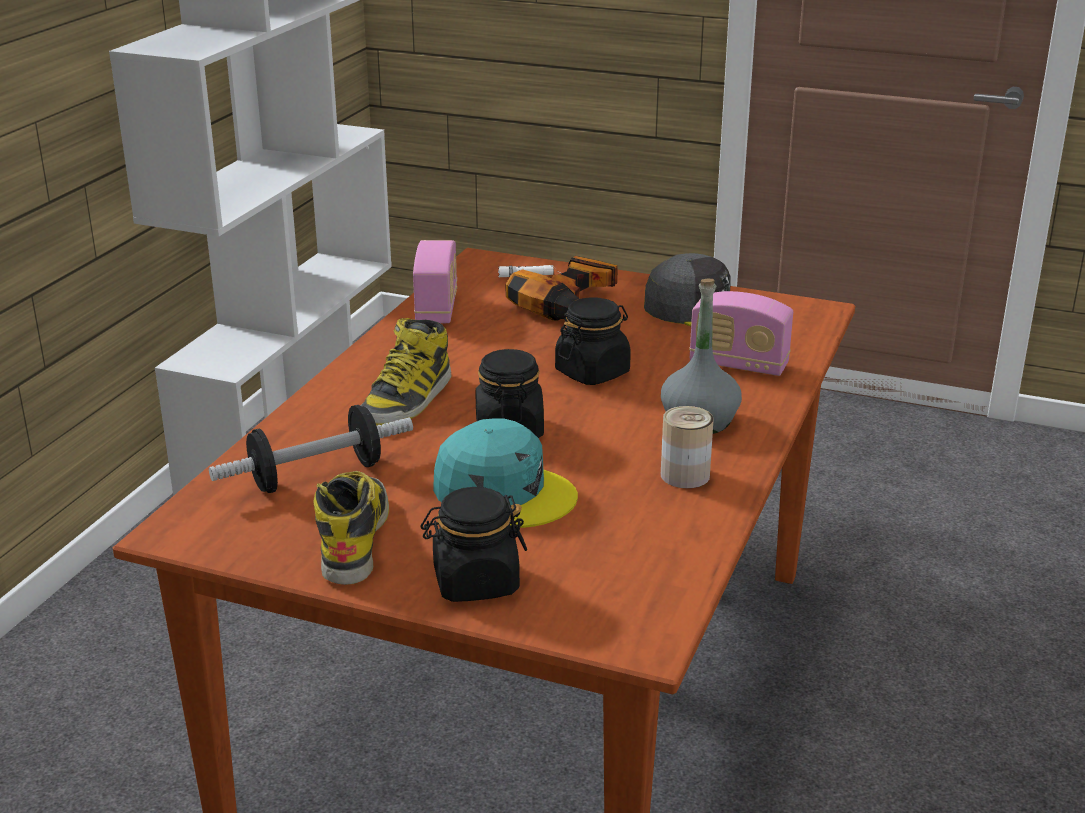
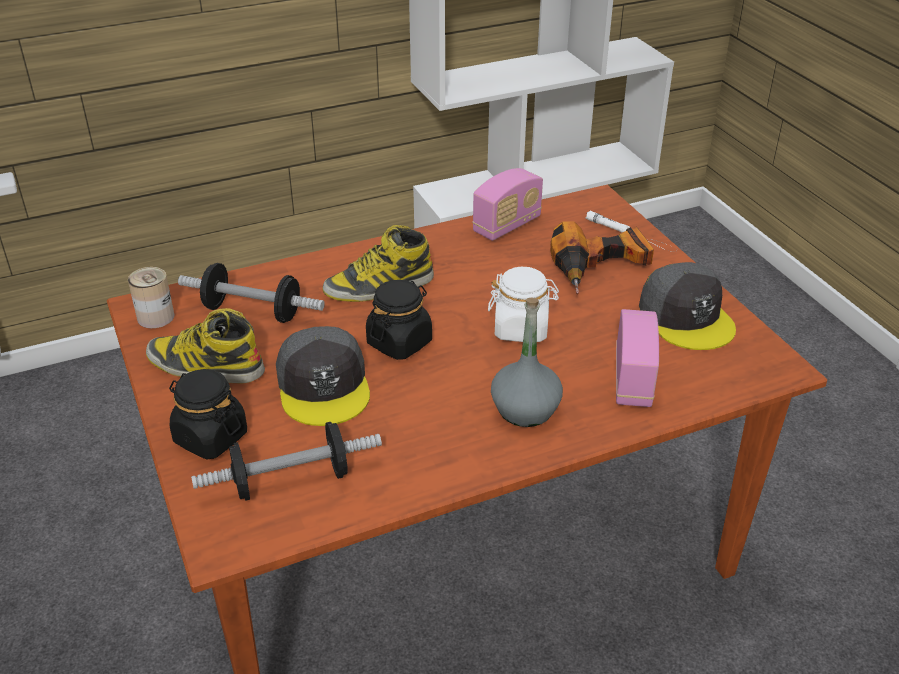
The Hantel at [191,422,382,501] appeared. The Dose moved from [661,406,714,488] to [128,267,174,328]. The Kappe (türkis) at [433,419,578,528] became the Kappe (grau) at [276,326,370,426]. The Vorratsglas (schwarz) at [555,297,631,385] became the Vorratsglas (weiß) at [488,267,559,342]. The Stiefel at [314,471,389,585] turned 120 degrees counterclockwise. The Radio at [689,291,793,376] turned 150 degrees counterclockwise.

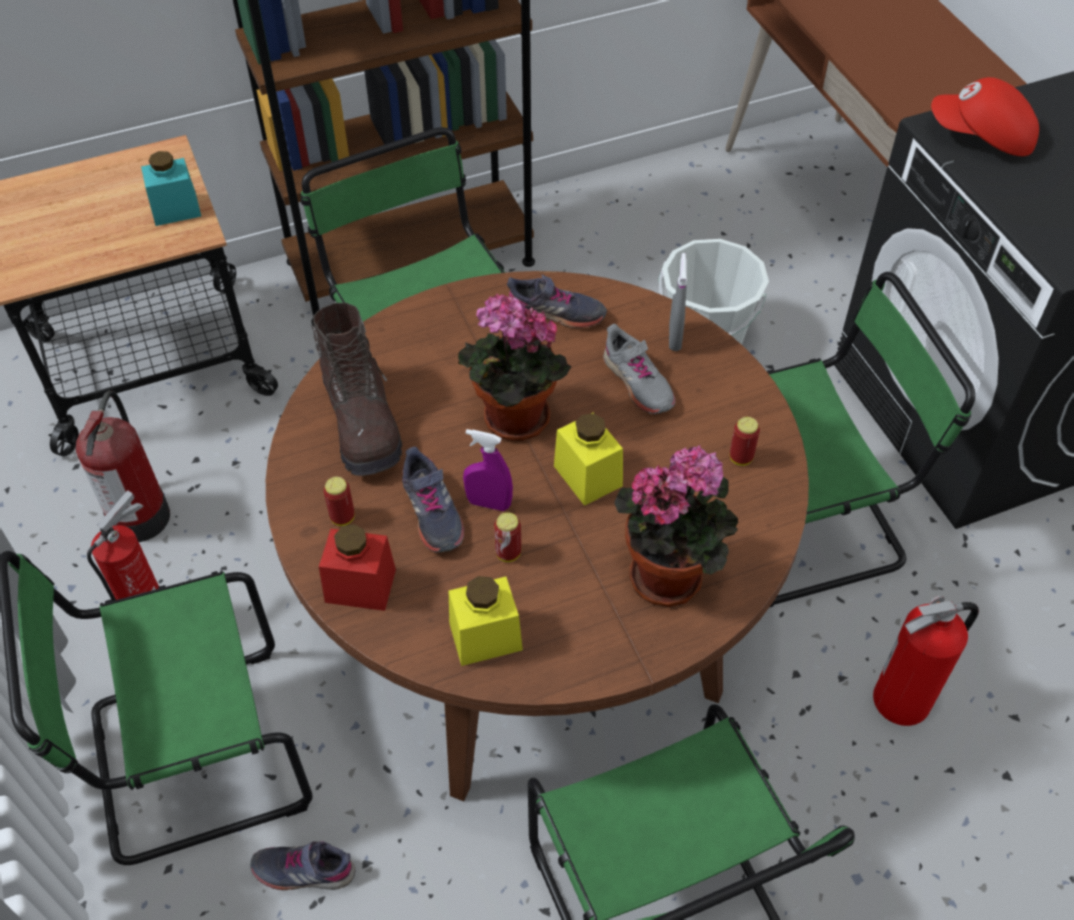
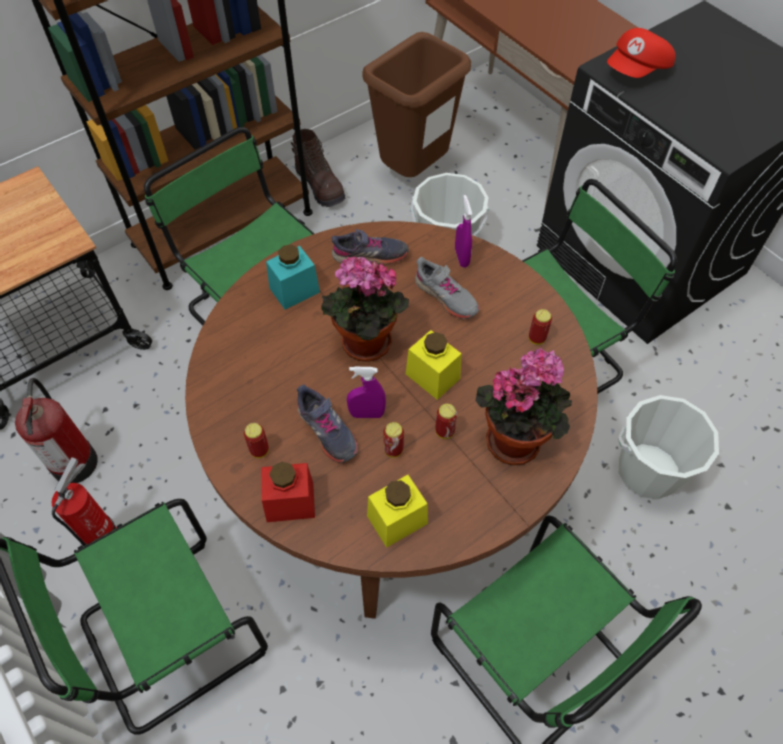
The Schuh (grau) at [250,841,355,890] disappeared. The Mülleimer (braun) at [362,32,471,177] appeared. The Dose at [435,404,457,439] appeared. The Vorratsglas (türkis) moved from [141,151,201,226] to [266,245,320,310]. The Stiefel (braun) moved from [311,303,402,476] to [291,129,345,207]. The Feuerlöscher at [873,596,979,726] was replaced by the Eimer (weiß) at [618,395,719,500]. The Sprühflasche (grau) at [669,253,687,351] became the Sprühflasche (lila) at [455,195,472,267]. The Kappe (rot) at [931,77,1039,156] turned 45 degrees counterclockwise.

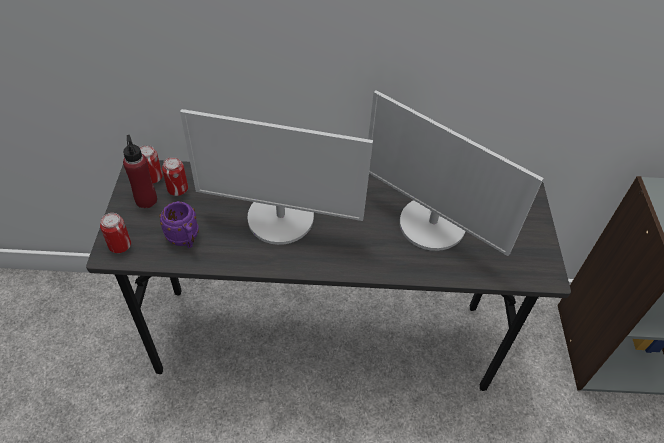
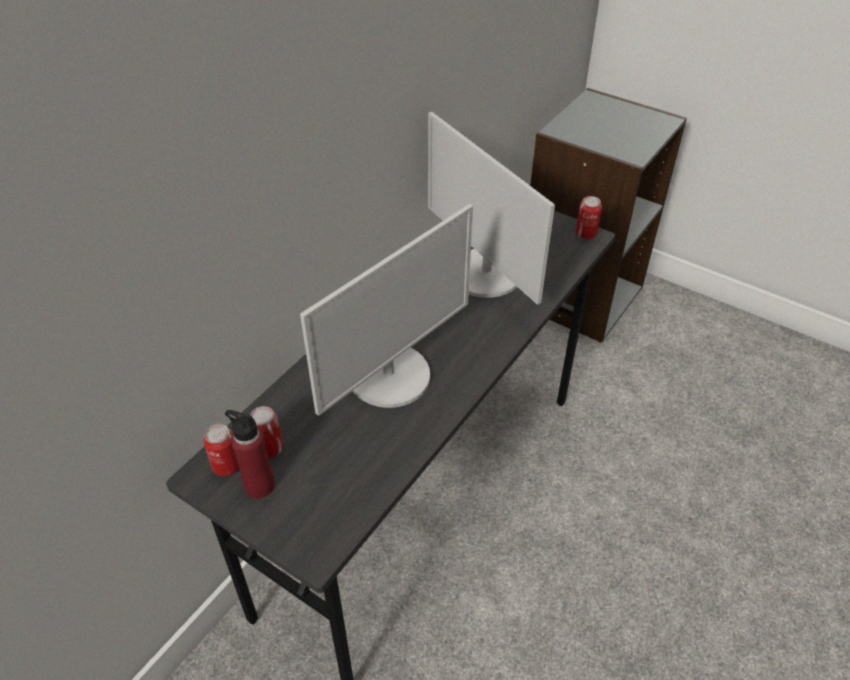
The Henkelbecher (lila) at [159,201,199,248] disappeared. The Dose moved from [100,213,131,253] to [575,196,602,239]. The Monitor at [368,90,544,256] turned 75 degrees clockwise.

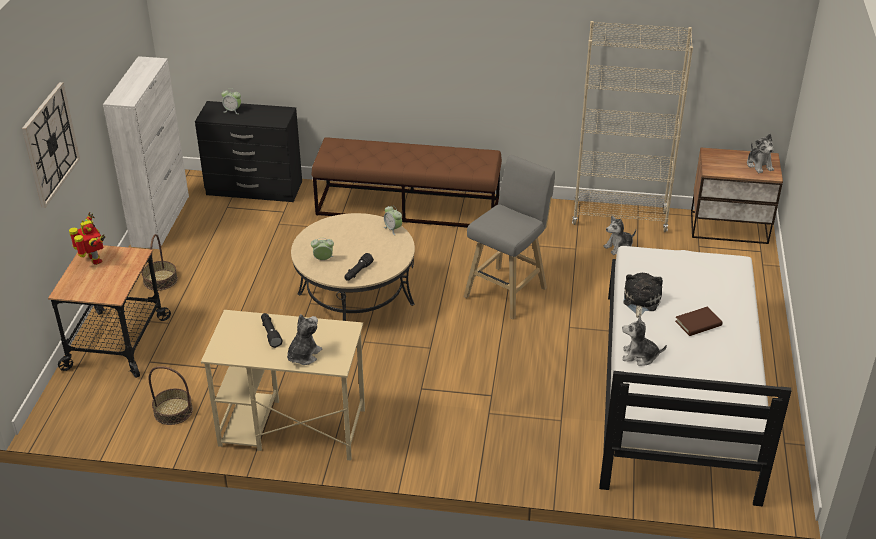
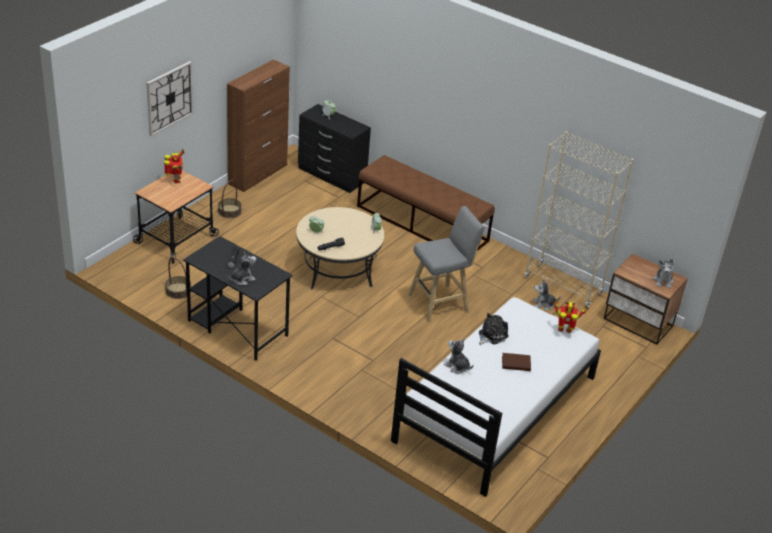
The Spielzeugroboter at [554,299,589,333] appeared. The Schrank (weiß) at [103,56,189,249] became the Schrank (braun) at [227,59,290,192]. The Schreibtisch (beige) at [201,310,365,461] became the Schreibtisch (schwarz) at [183,236,293,361].

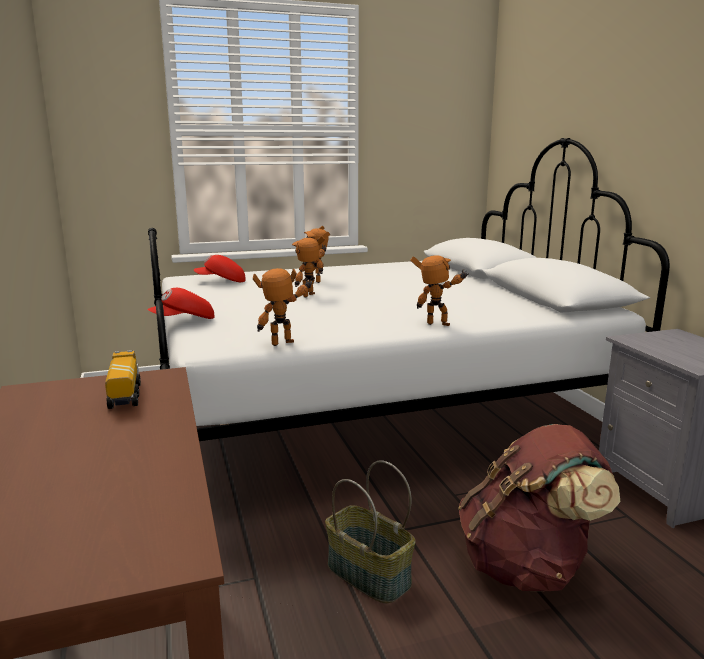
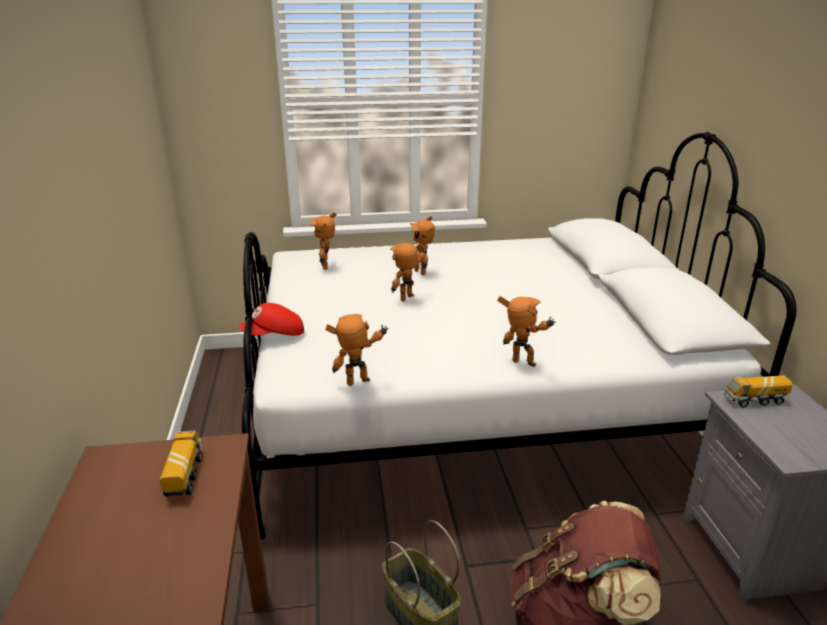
The Spielzeuglaster at [723,375,793,407] appeared. The Kappe (rot) at [194,255,246,282] was replaced by the Spielzeugroboter at [309,212,337,270].

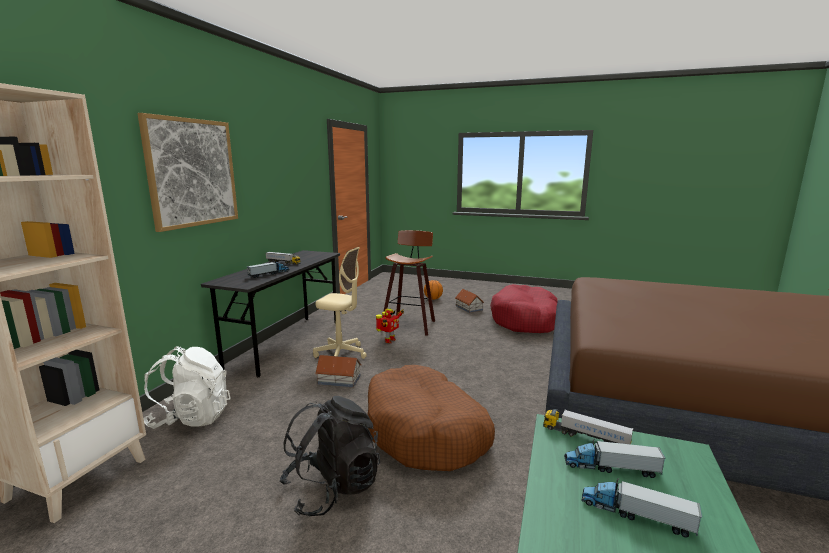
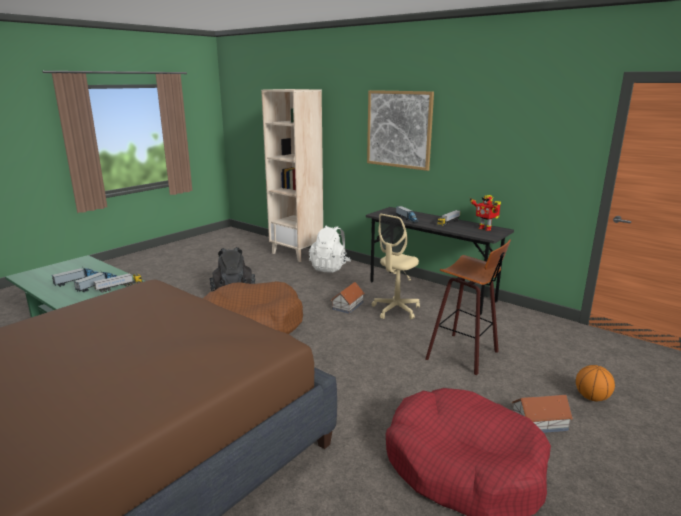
The Spielzeugroboter moved from [376,308,404,343] to [470,195,501,231].

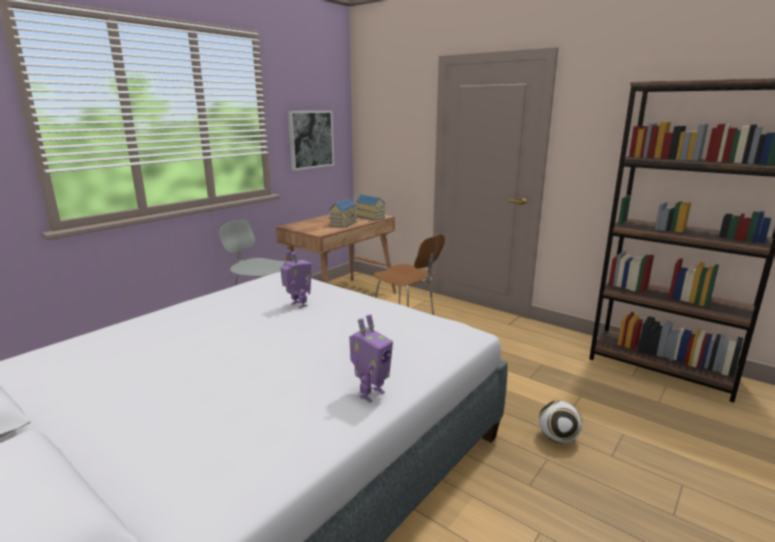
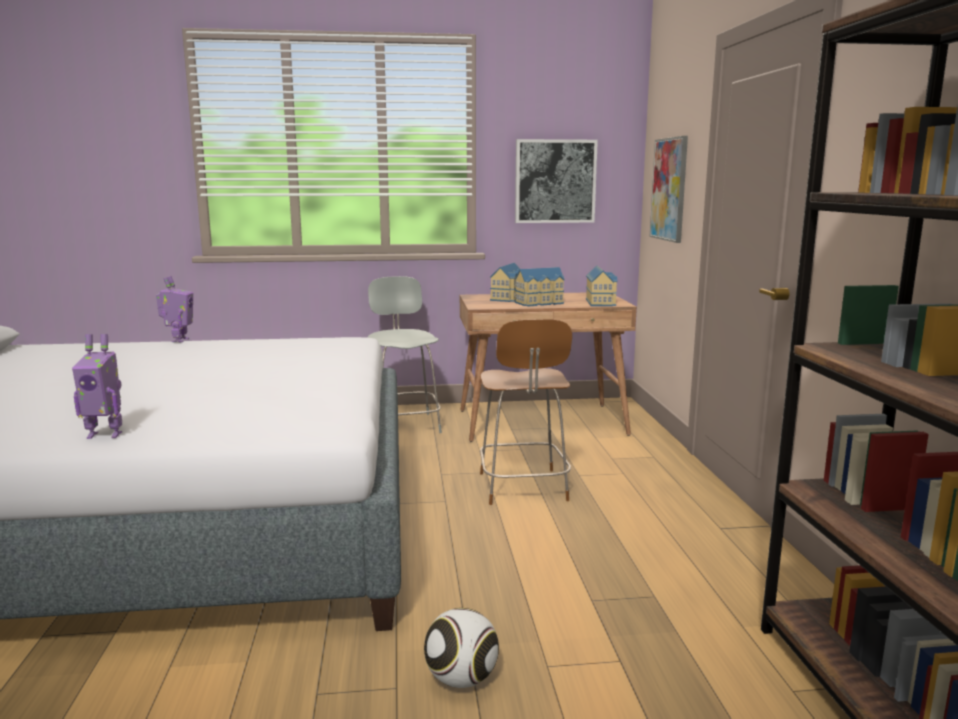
The Spielzeughaus at [490,263,520,302] appeared. The Bild at [650,136,688,243] appeared. The Spielzeugroboter moved from [280,250,312,308] to [156,276,193,342].

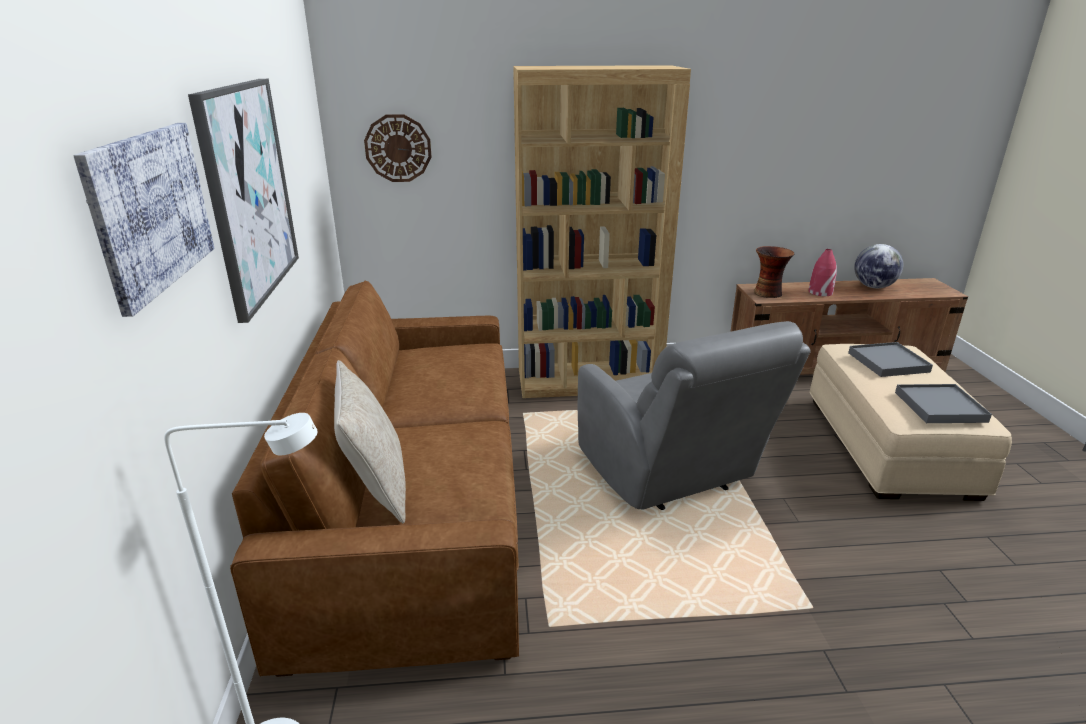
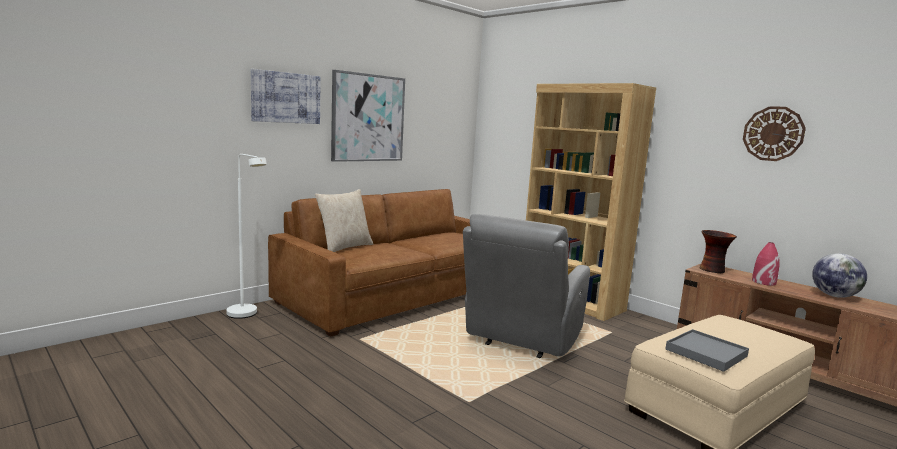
The Tablett (grau) at [848,342,933,377] disappeared. The Wanduhr moved from [364,114,431,182] to [743,106,806,161].

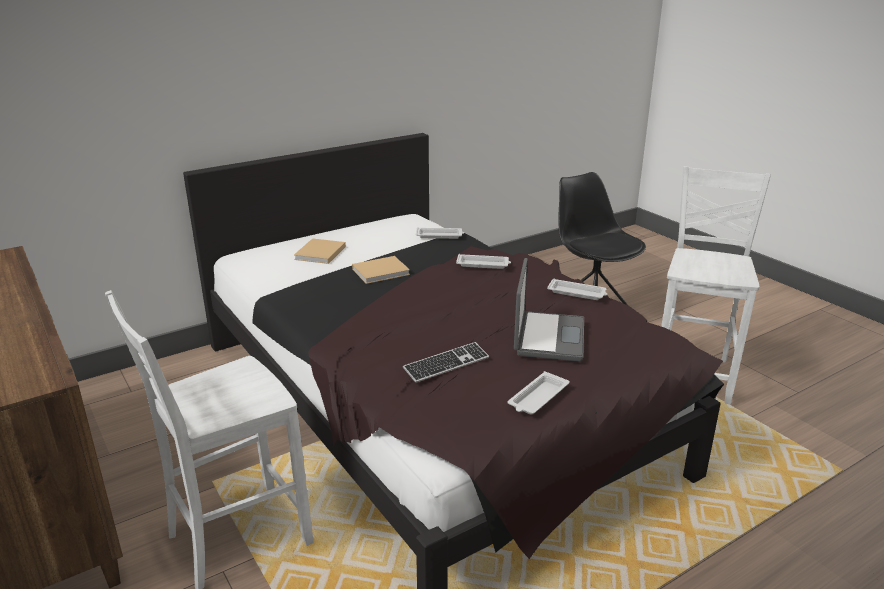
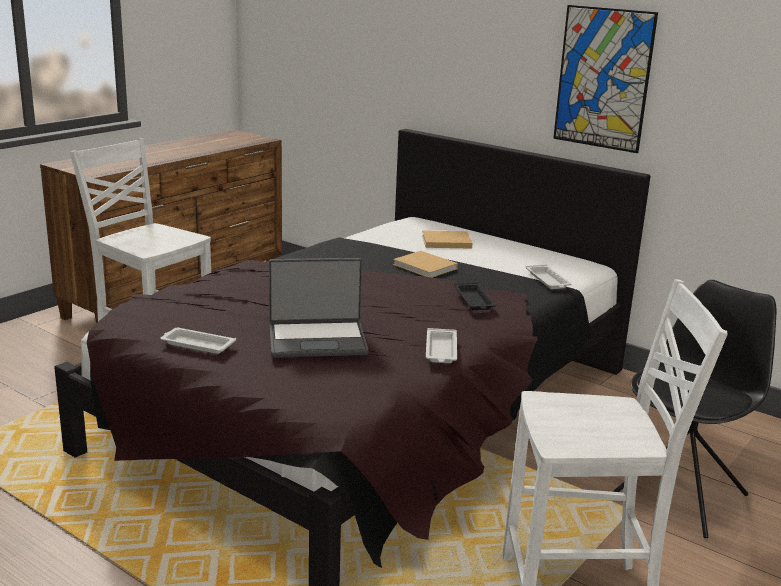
The Tastatur at [403,342,489,383] disappeared. The Bild at [553,5,658,153] appeared. The Tablett (weiß) at [456,254,511,269] became the Tablett (schwarz) at [454,282,496,310].

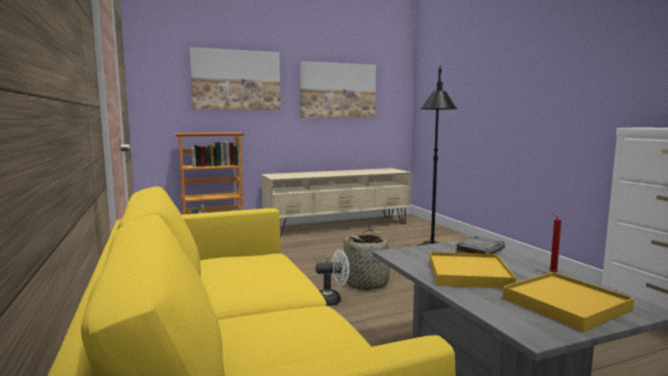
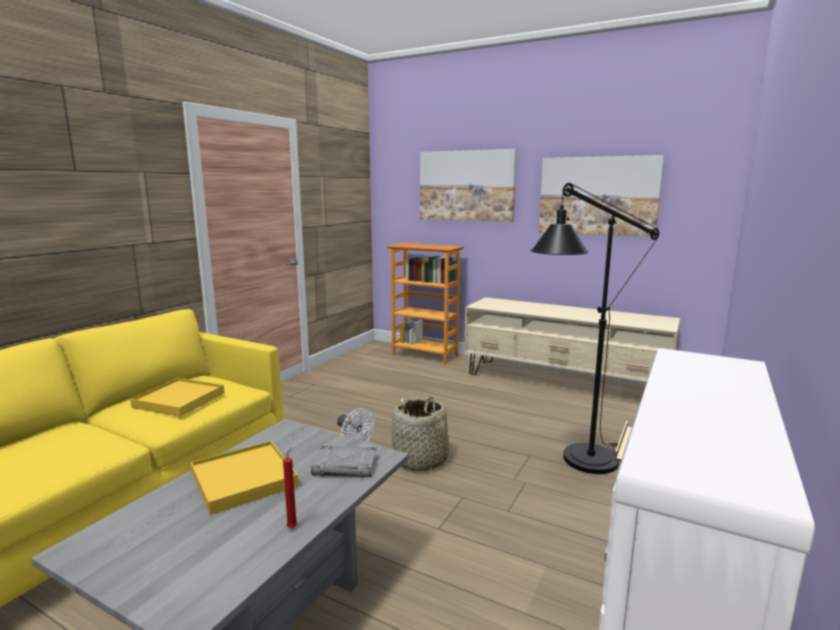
The Tablett (gelb) moved from [502,272,634,332] to [130,378,225,417].

